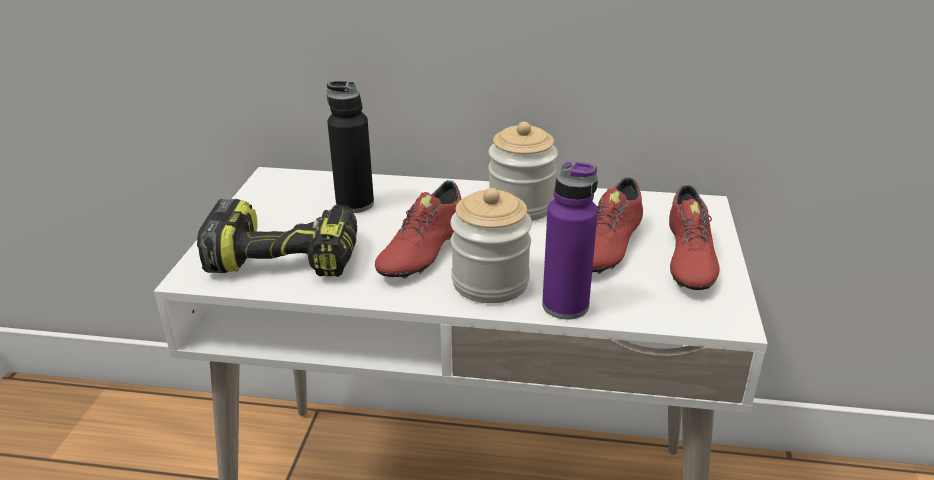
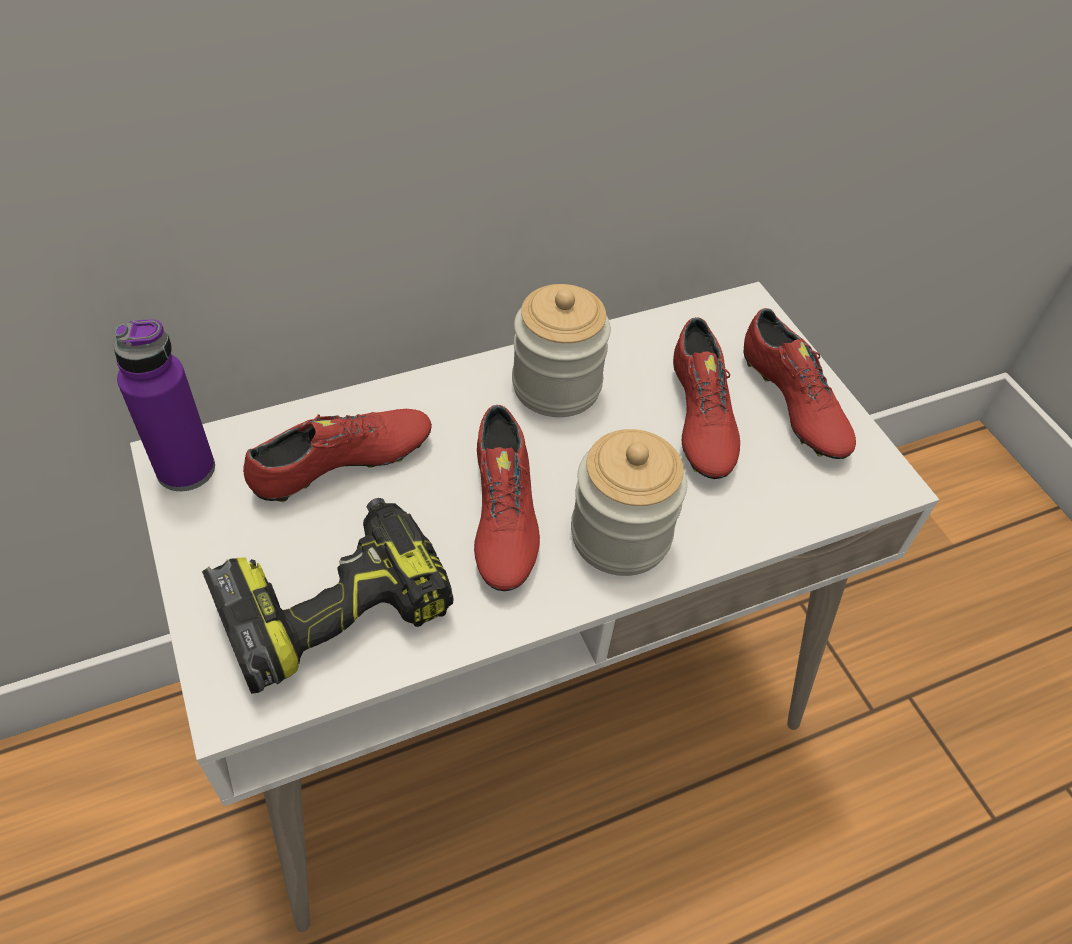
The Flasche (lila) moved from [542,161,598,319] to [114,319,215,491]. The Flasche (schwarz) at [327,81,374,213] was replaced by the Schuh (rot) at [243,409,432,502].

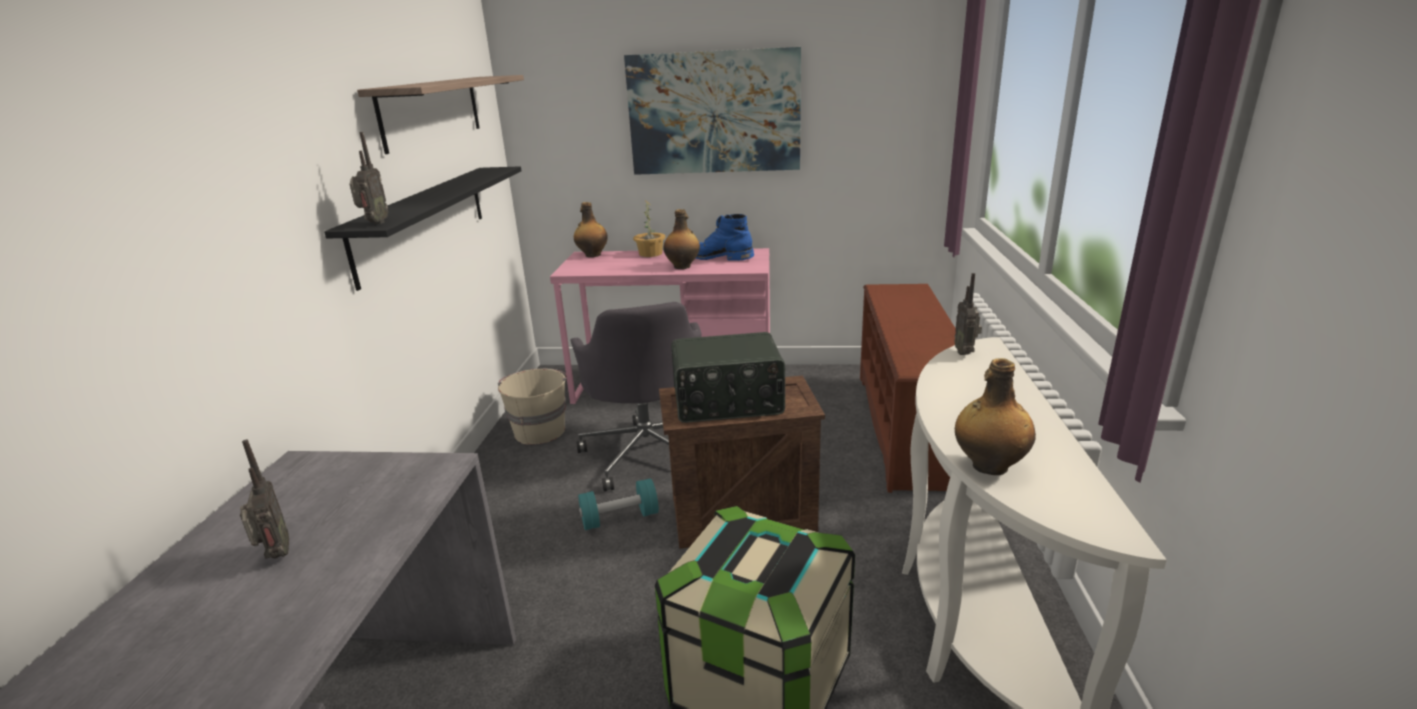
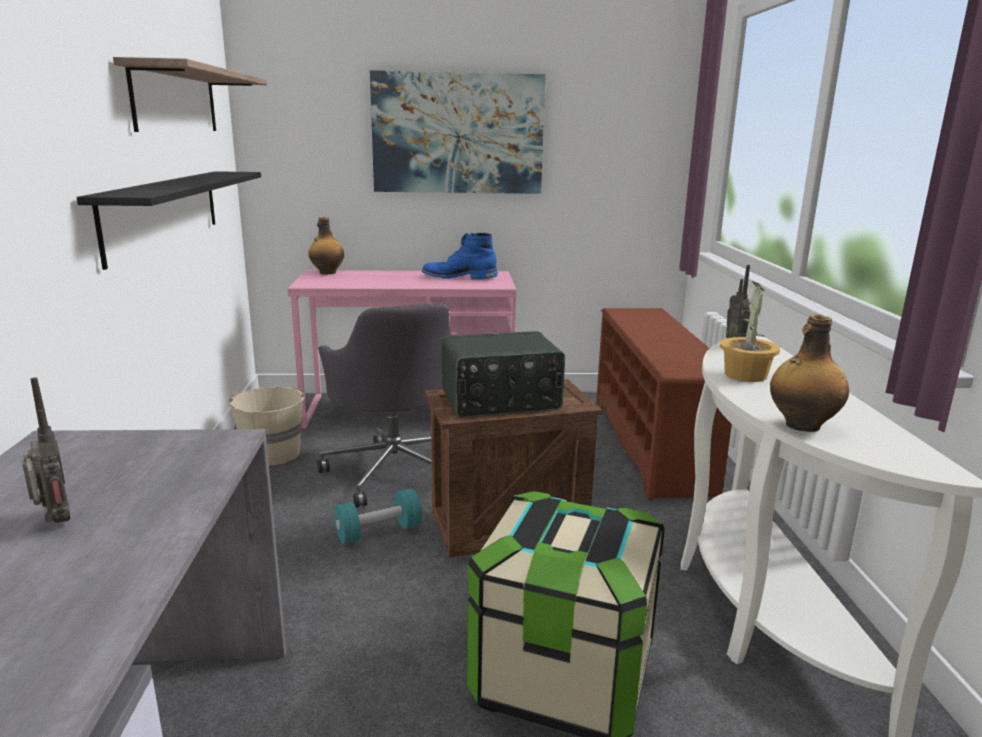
The Radio at [349,132,388,224] disappeared. The Flasche at [663,209,700,269] disappeared. The Topfpflanze moved from [633,200,666,257] to [720,281,780,382].

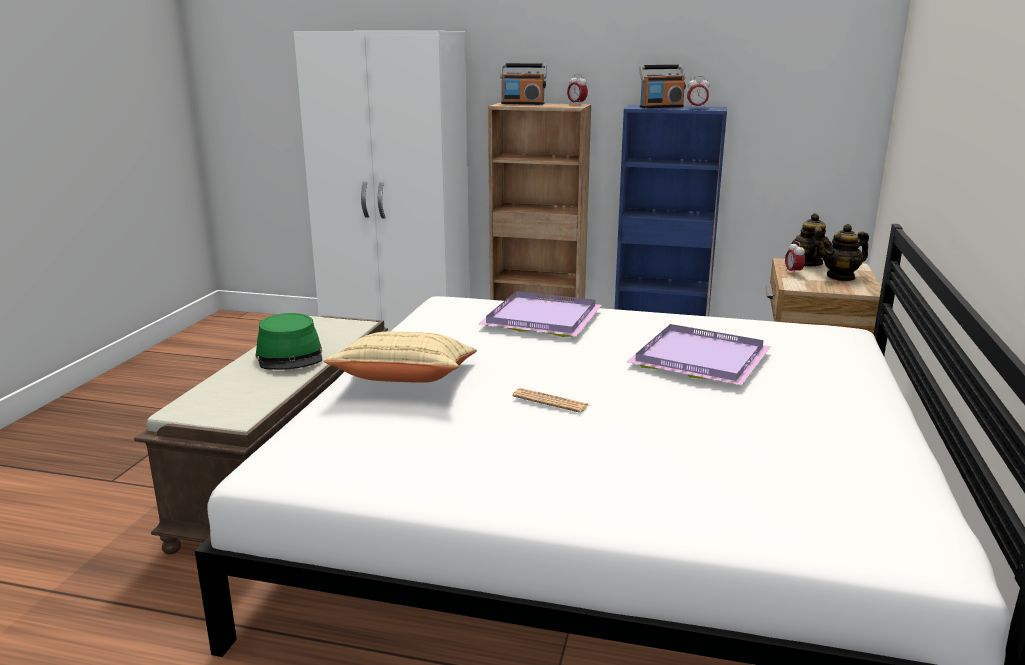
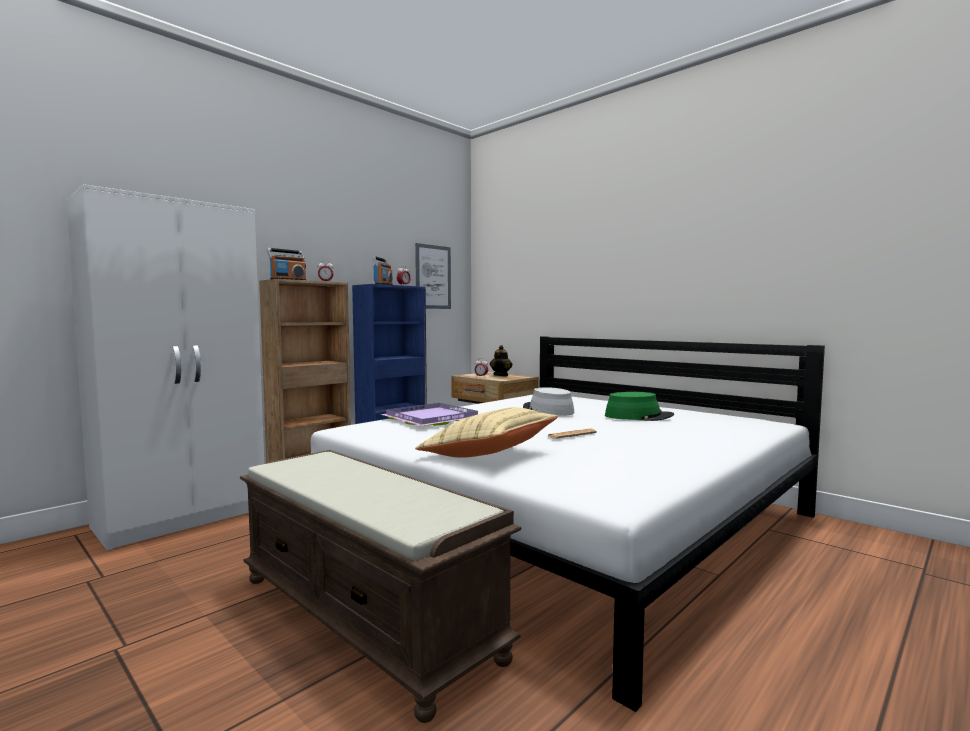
The Teekanne at [792,213,832,266] disappeared. The Bild at [415,243,451,309] appeared. The Hut (grün) moved from [256,313,322,370] to [605,392,674,421]. The Tablett (lila) at [627,324,771,385] was replaced by the Hut (grau) at [523,387,575,416].

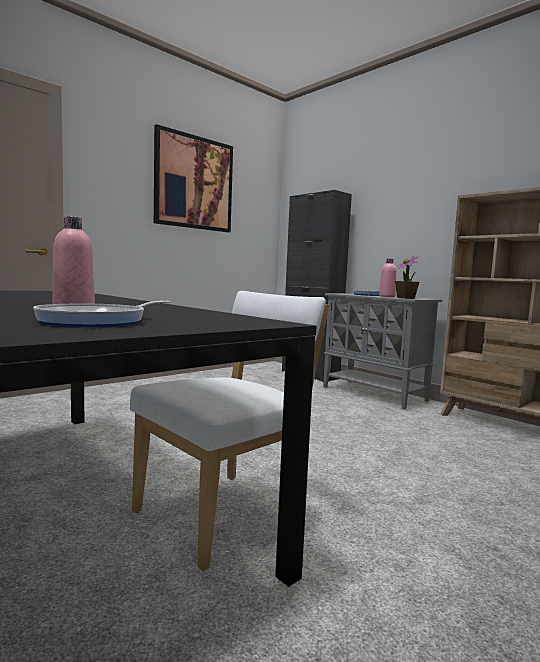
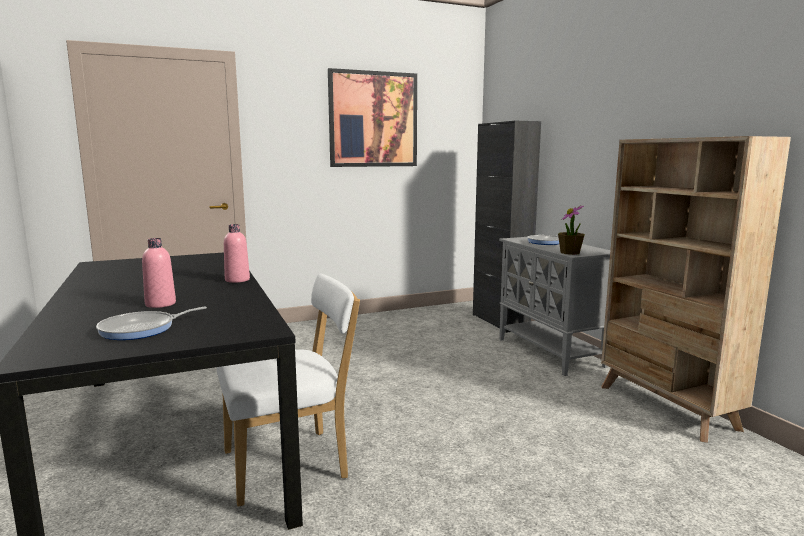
The Flasche (rosa) moved from [379,258,397,297] to [224,224,250,283].

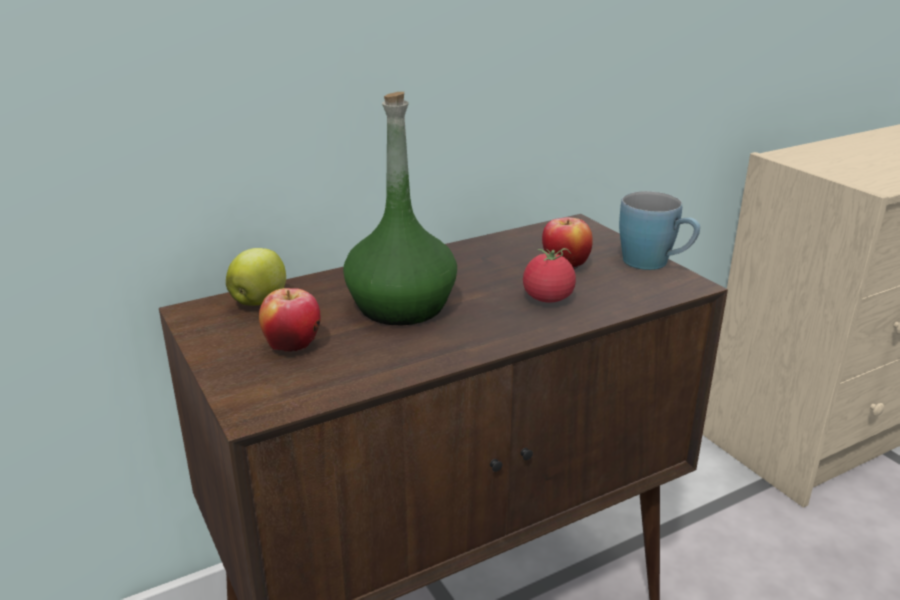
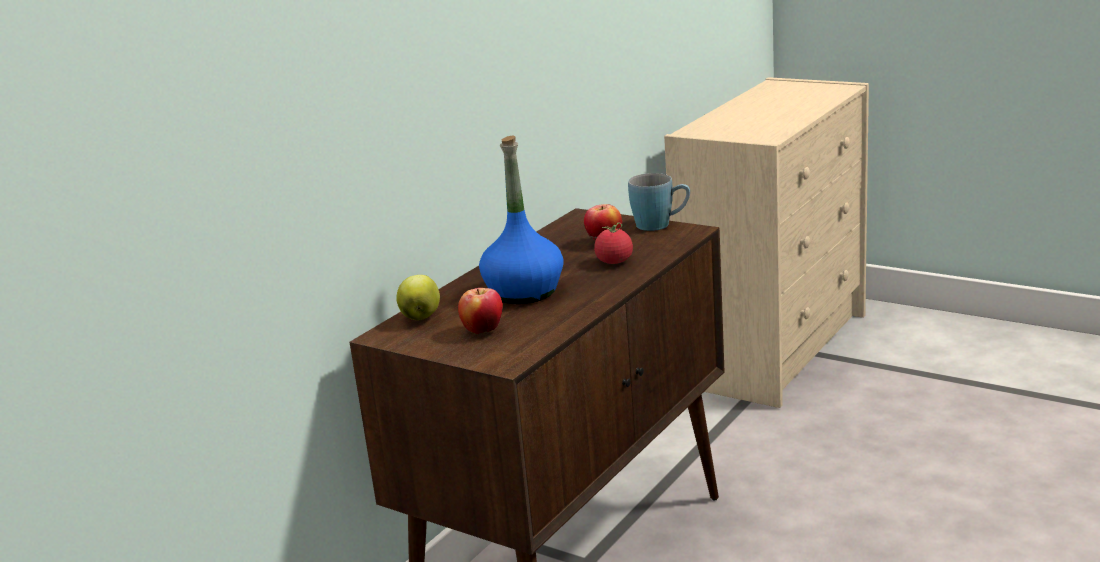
The Flasche (grün) at [343,92,457,325] became the Flasche (blau) at [479,135,564,304].

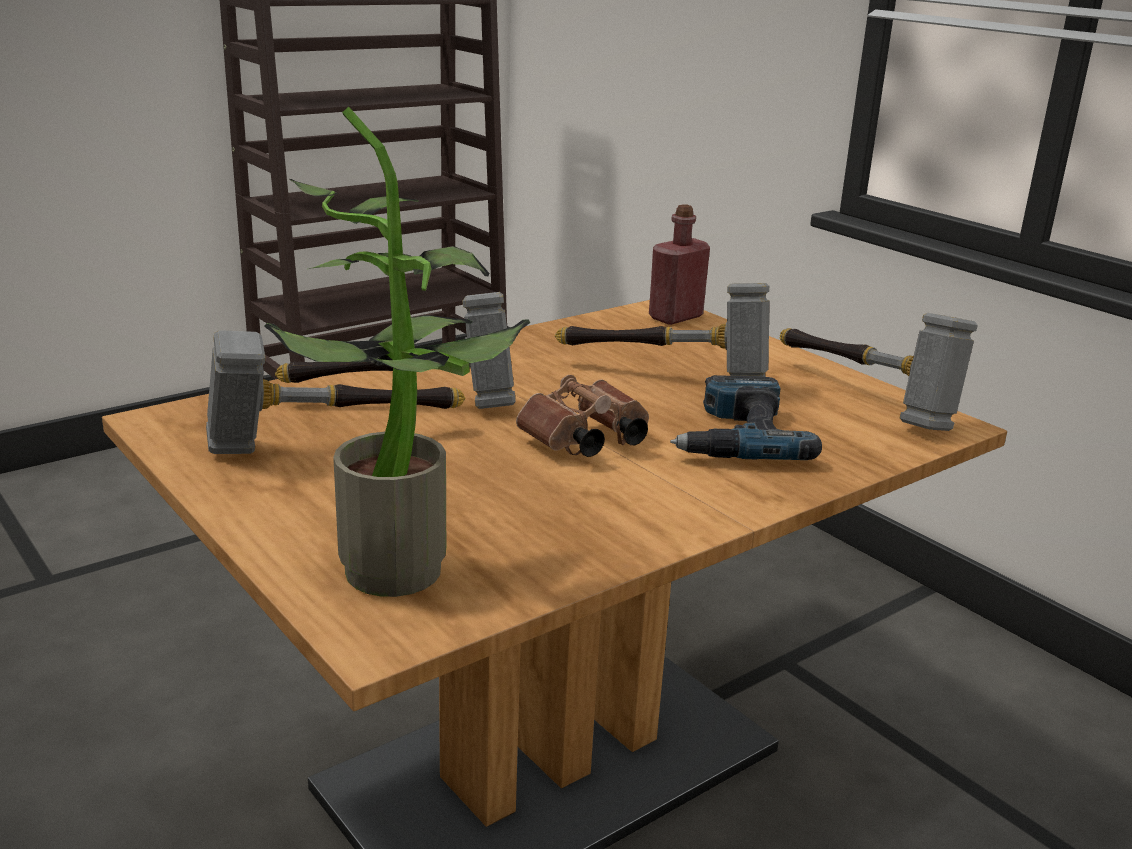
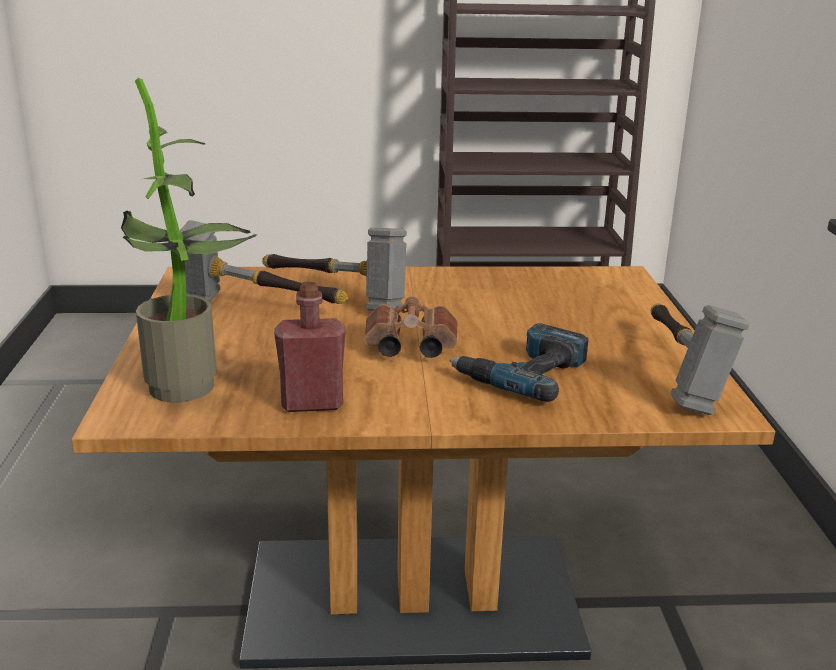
The Hammer at [555,283,769,377] disappeared. The Flasche (rot) moved from [649,204,710,325] to [274,282,346,412].

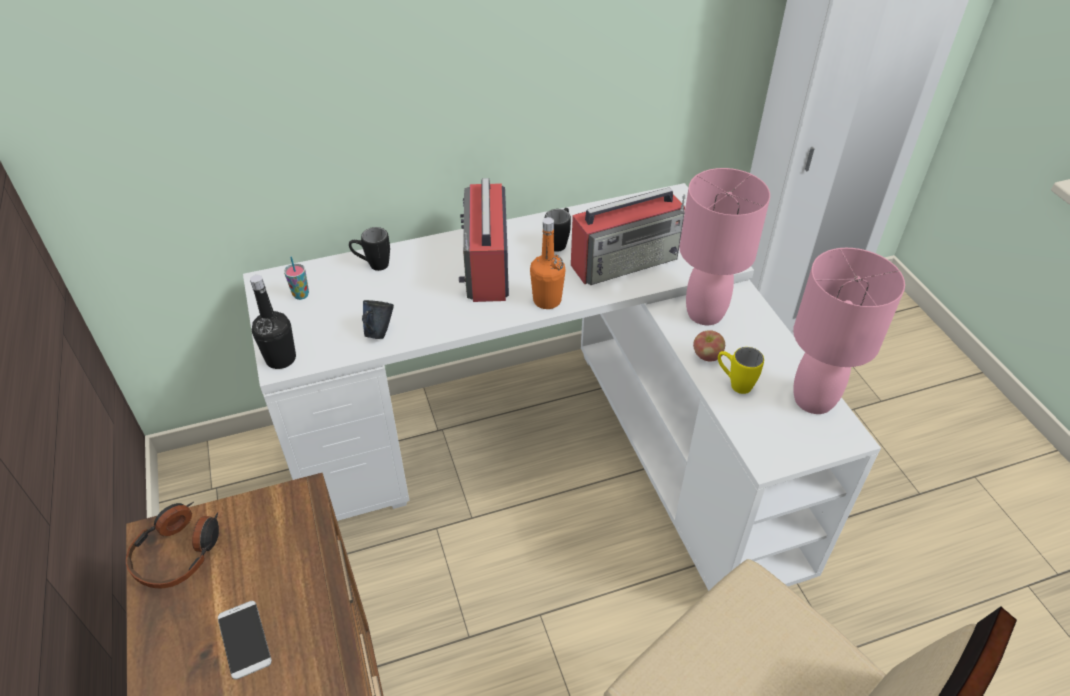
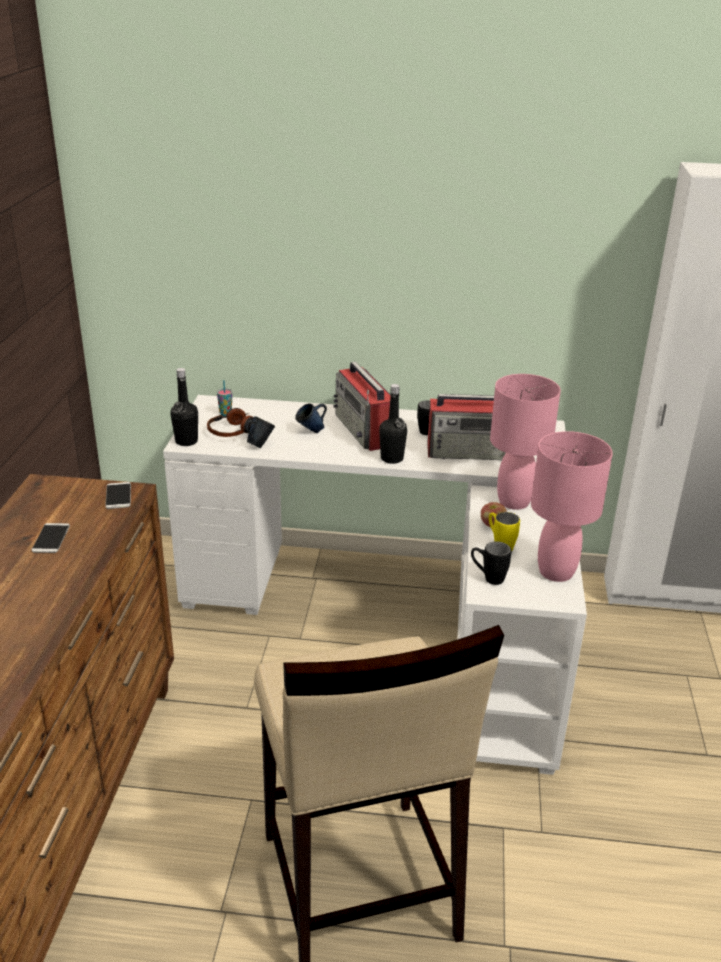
The Handy at [105,482,131,509] appeared. The Henkelbecher (blau) at [295,404,327,433] appeared. The Kopfhörer moved from [126,502,219,589] to [207,408,254,437]. The Henkelbecher (schwarz) moved from [349,227,390,271] to [471,541,511,585]. The Flasche (orange) at [530,217,565,309] became the Flasche (schwarz) at [379,384,407,464]. The Radio at [459,178,509,302] turned 45 degrees counterclockwise.

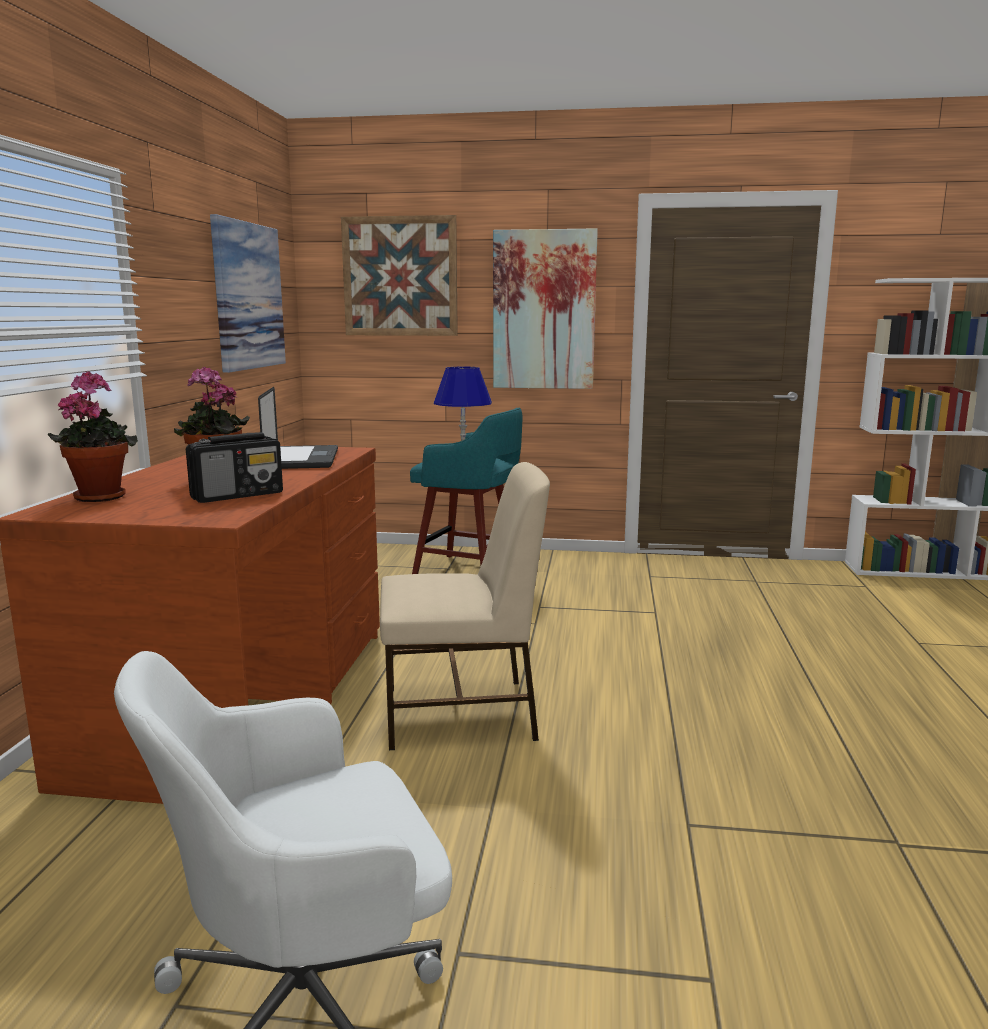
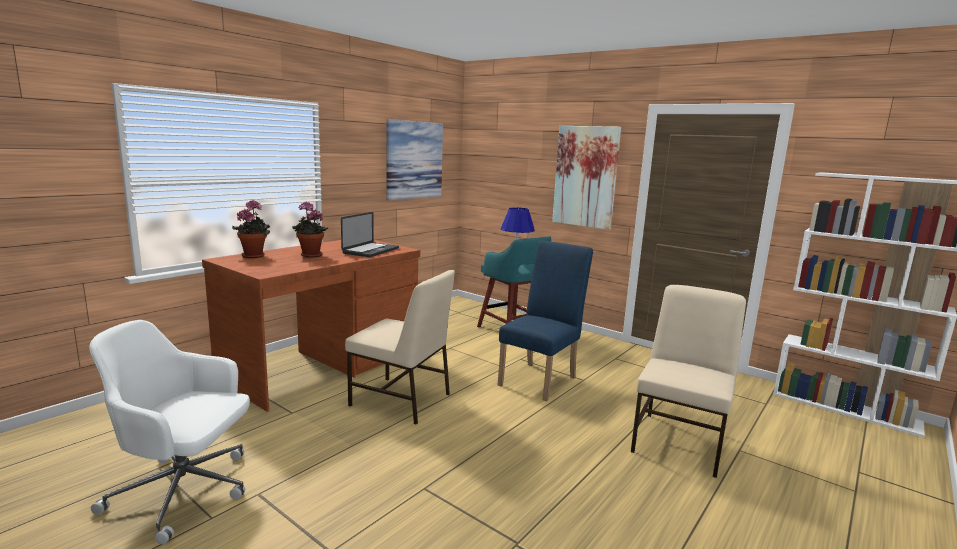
The Radio at [186,432,283,503] disappeared. The Bild at [341,215,458,336] disappeared. The Stuhl (blau) at [498,241,593,401] appeared. The Stuhl (beige) at [631,285,746,478] appeared.

